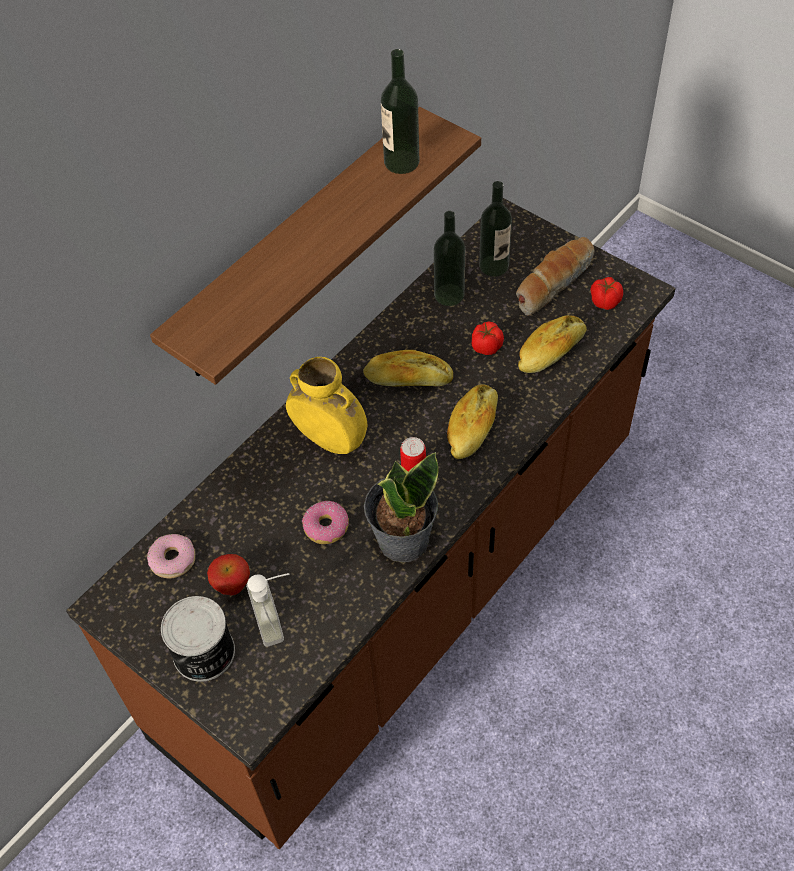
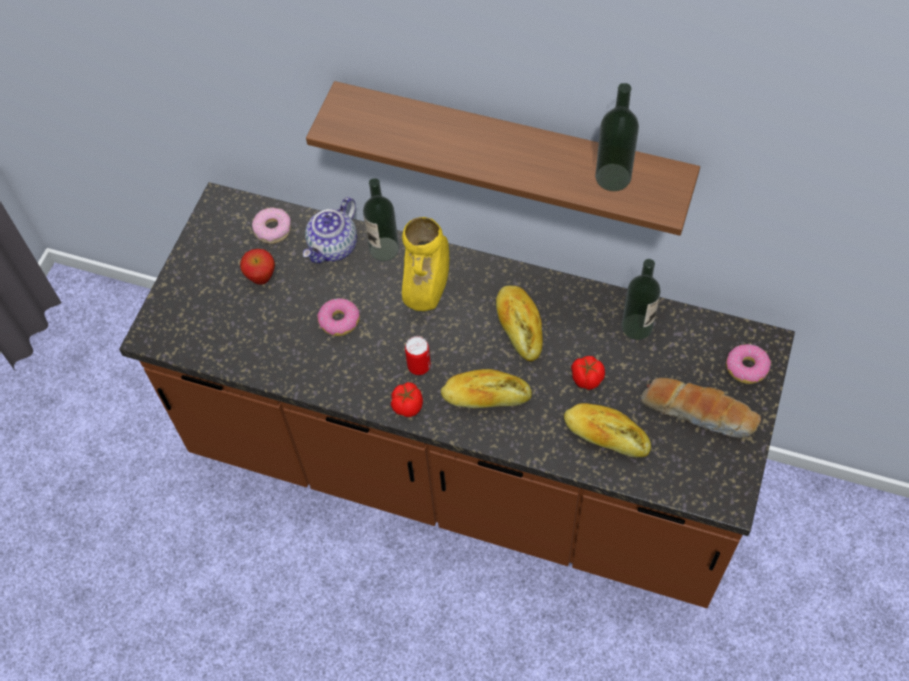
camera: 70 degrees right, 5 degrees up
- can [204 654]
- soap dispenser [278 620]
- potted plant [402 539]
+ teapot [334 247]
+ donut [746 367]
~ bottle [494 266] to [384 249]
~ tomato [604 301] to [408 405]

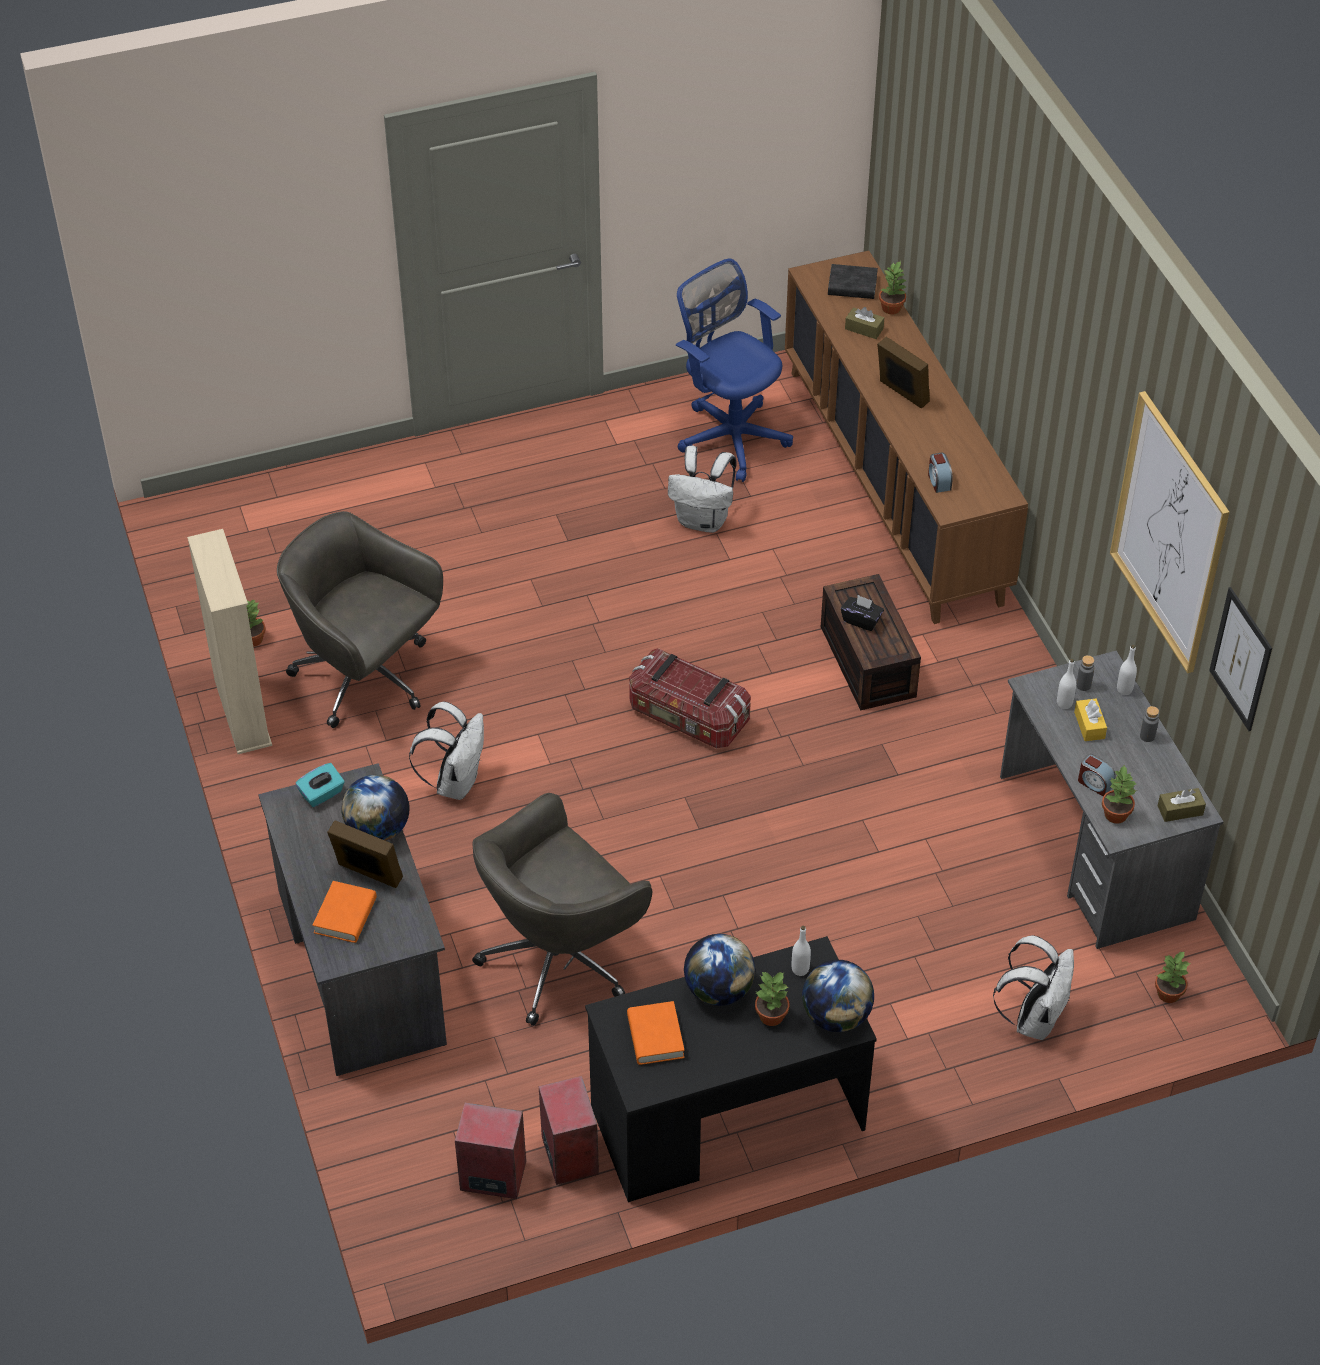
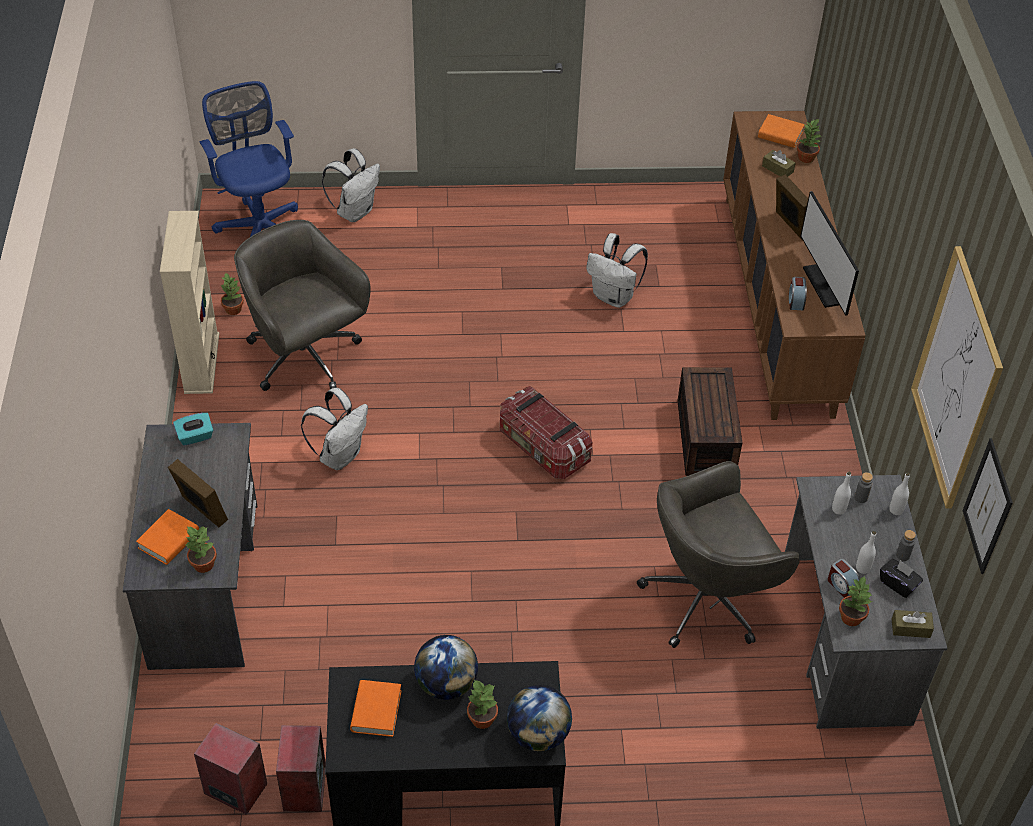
camera: 15 degrees right, 0 degrees up
- globe [378 829]
- tissue box in yellow [1089 725]
+ monitor [826 285]
~ office chair in grey [560 957] to [708 598]
~ office chair in blue [730 435] to [259 228]
~ bottle in white [800 969] to [862 568]
~ tissue box in black [861 620] to [898 584]
~ backpack in white [1034 1018] to [355 211]
~ potted plant [1168 994] to [203 564]
~ book in black [852 286] to book in orange [780 135]

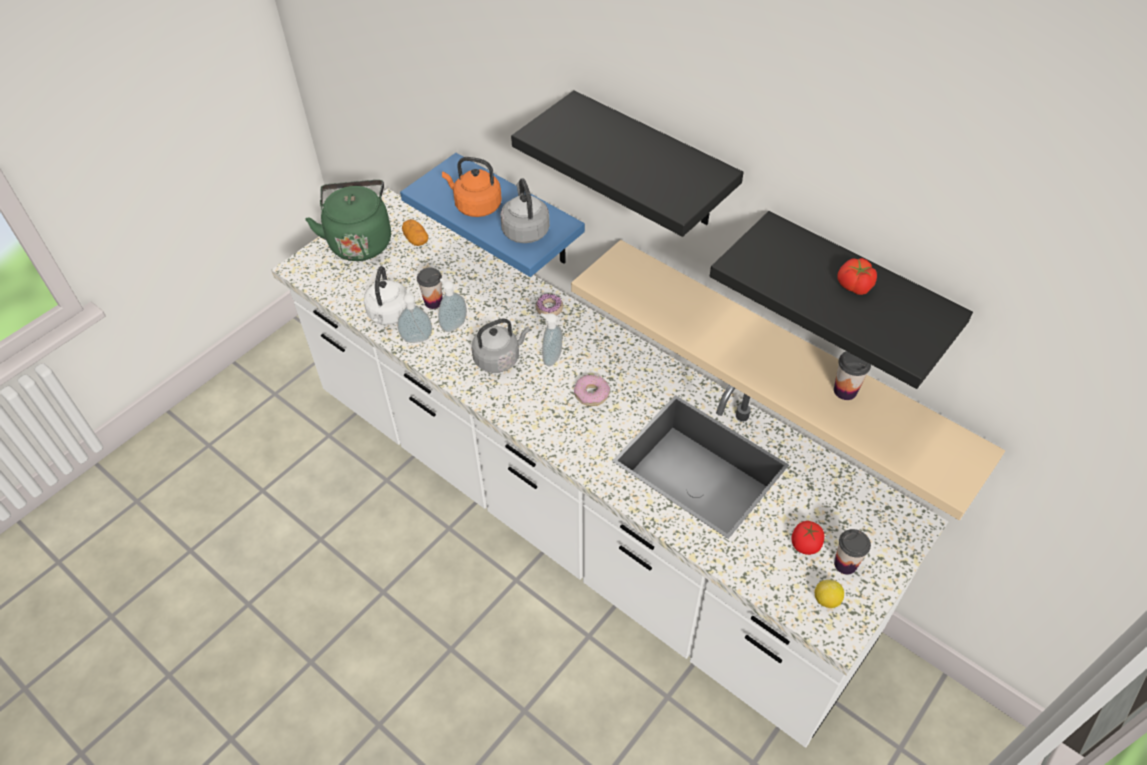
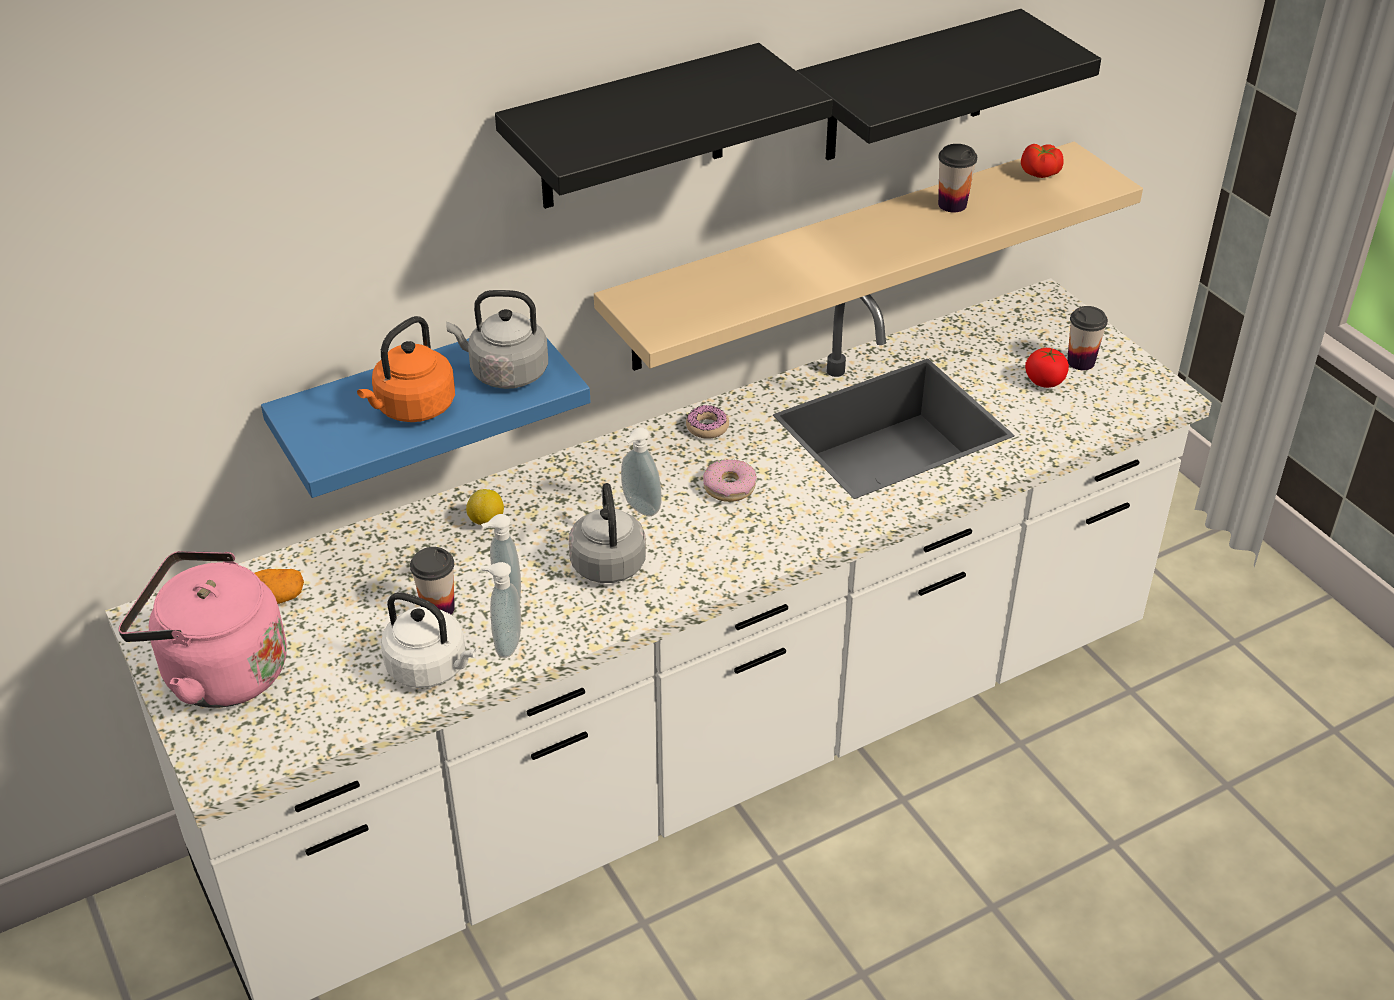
camera: 70 degrees left, 10 degrees down
~ donut [549 308] to [707 427]
~ lemon [826 600] to [487 521]
~ tomato [854 285] to [1040 173]
~ kettle in green [360 241] to kettle in pink [218 672]

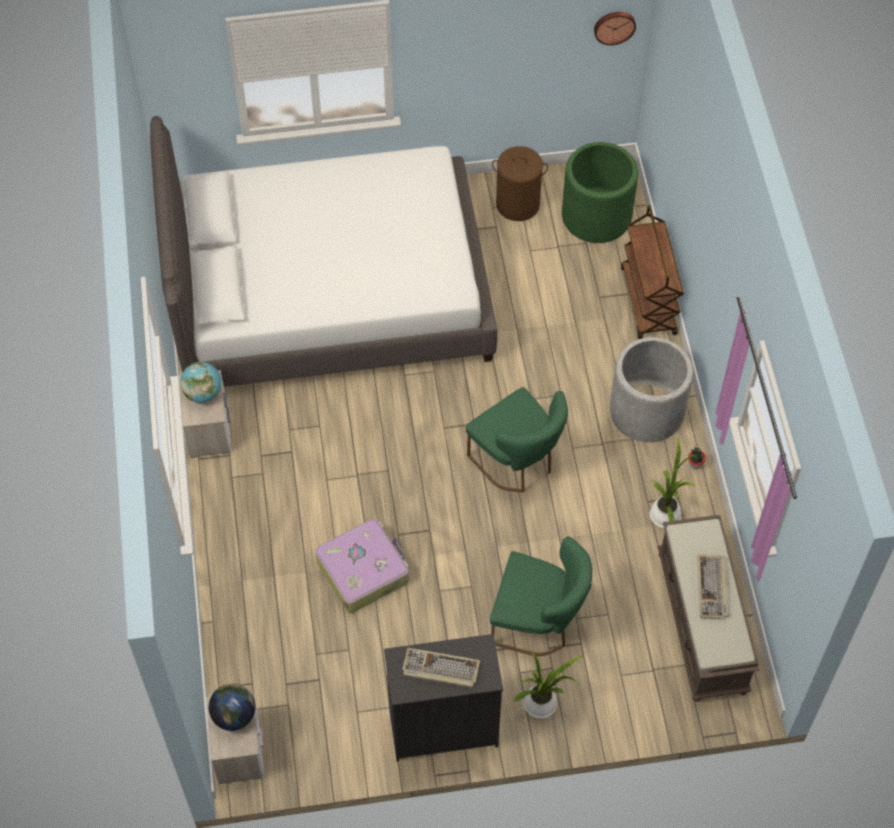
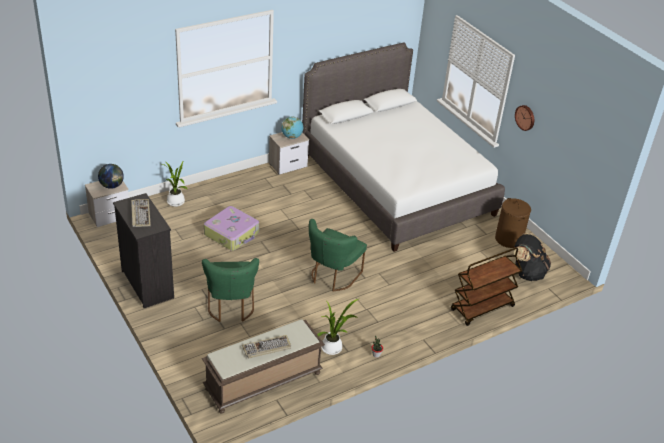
camera: 65 degrees right, 20 degrees down
- planter in grey [647 411]
~ potted plant [543 704] to [176 203]
~ wall clock [614 26] to [525 117]
~ planter in green [596 216] to backpack in black [527 273]

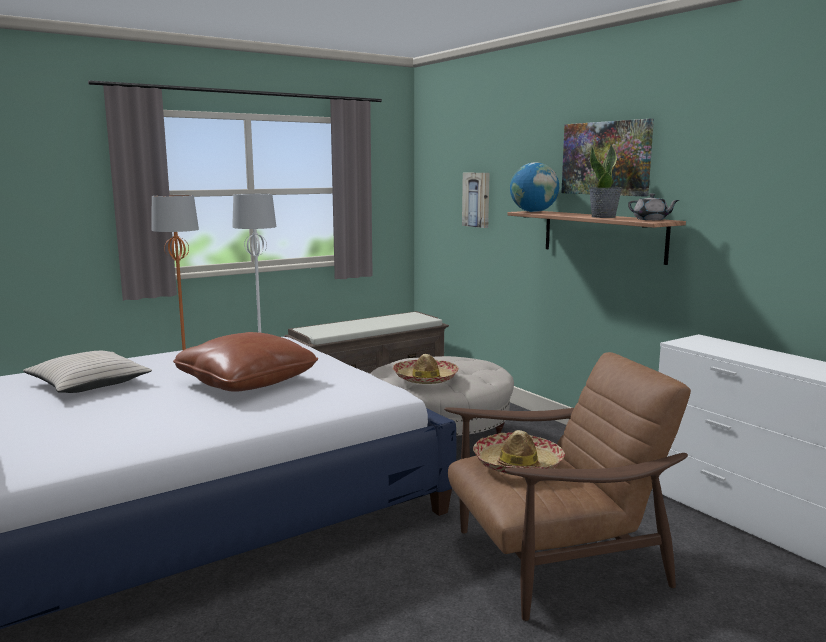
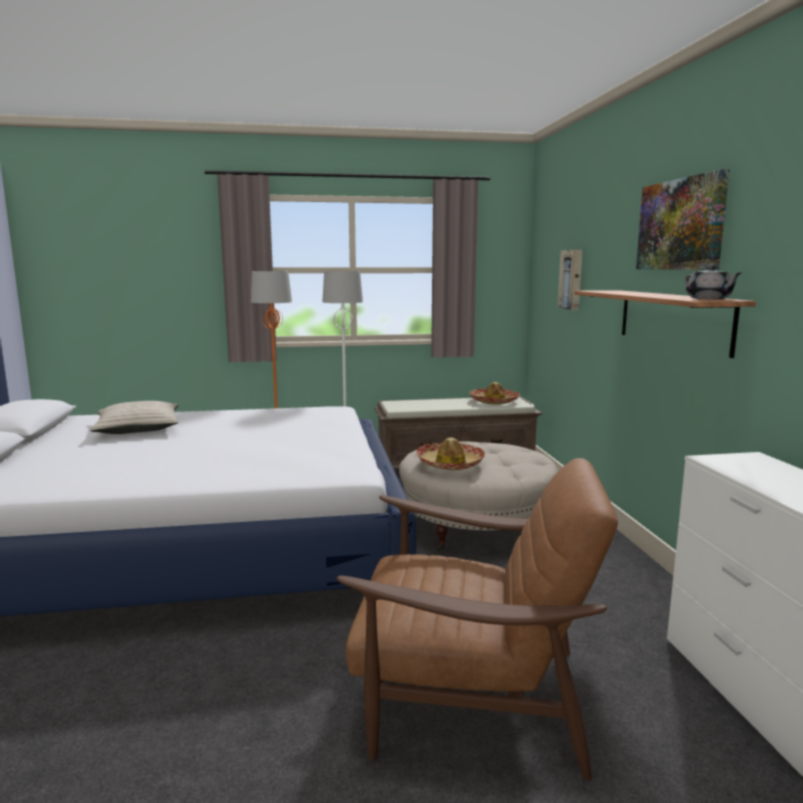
camera: 25 degrees right, 0 degrees up
- pillow in brown [247 382]
- globe [533 212]
- potted plant [603 217]
~ hat [518 464] to [494 401]

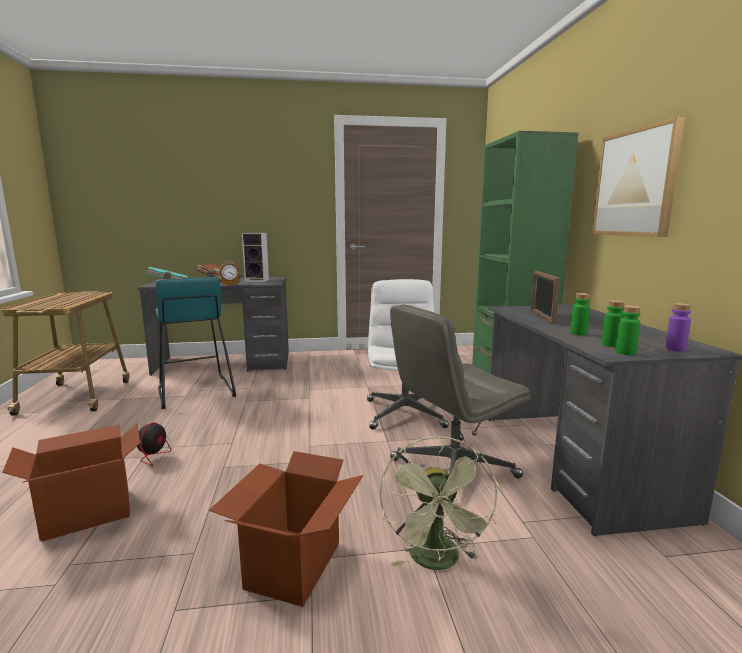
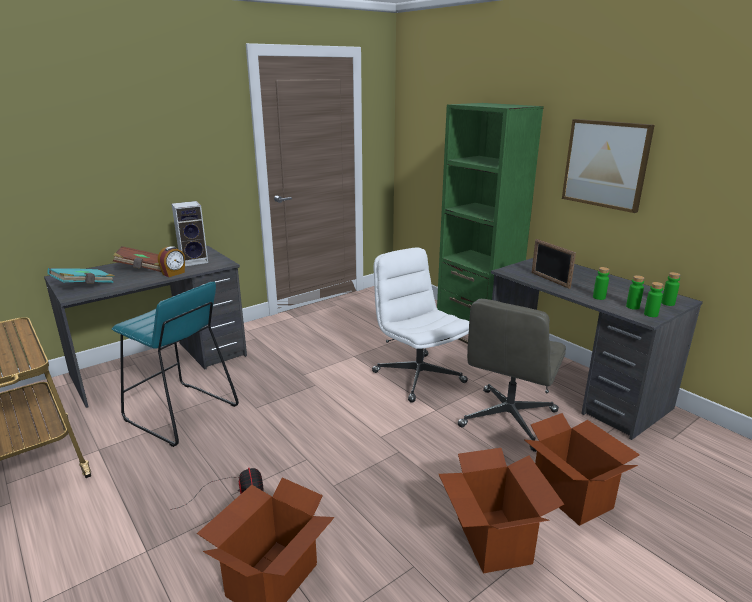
camera: 30 degrees left, 10 degrees up
~ fan in green [437 562] to cardboard box [572 495]
~ bottle in purple [675 349] to bottle in green [668 303]

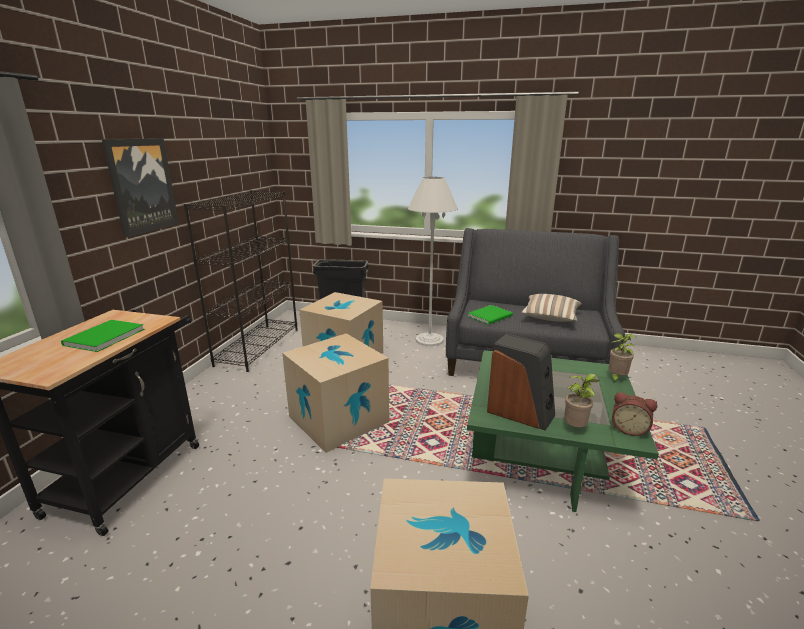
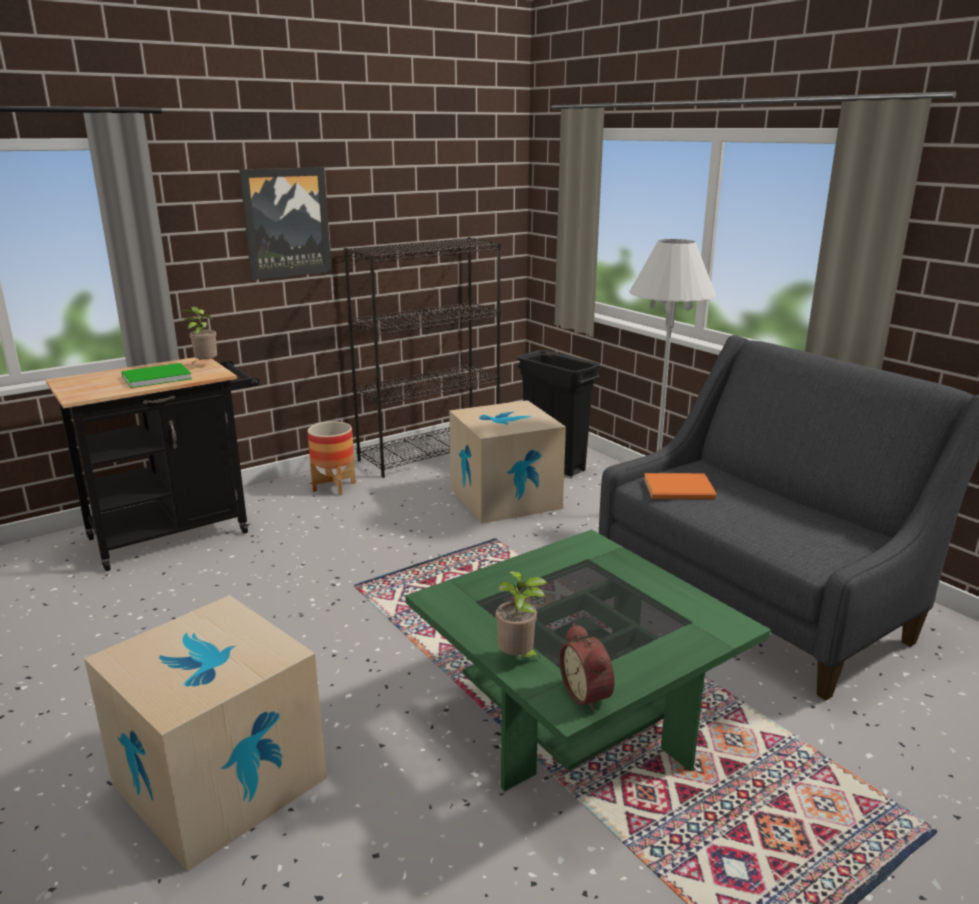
camera: 40 degrees right, 0 degrees up
- cardboard box [338 419]
- speaker [520 412]
- pillow [550 318]
+ planter [334 487]
~ potted plant [616 378] to [205 365]
~ book in green [491 316] to book in orange [681 489]

